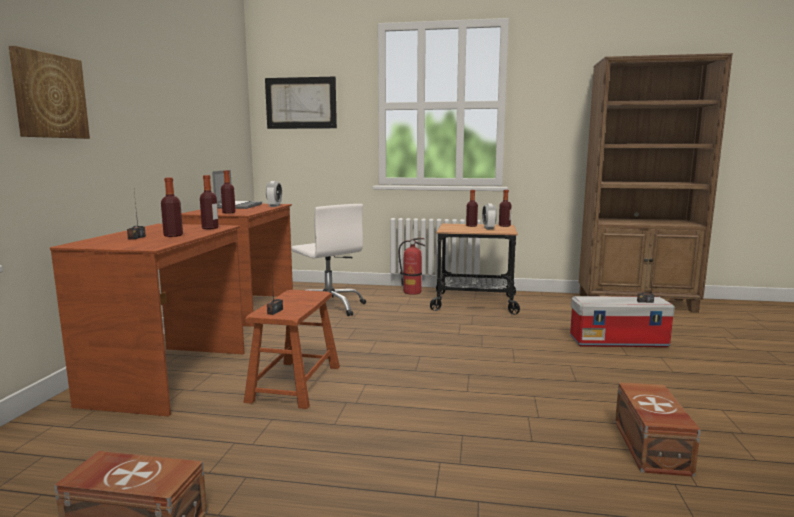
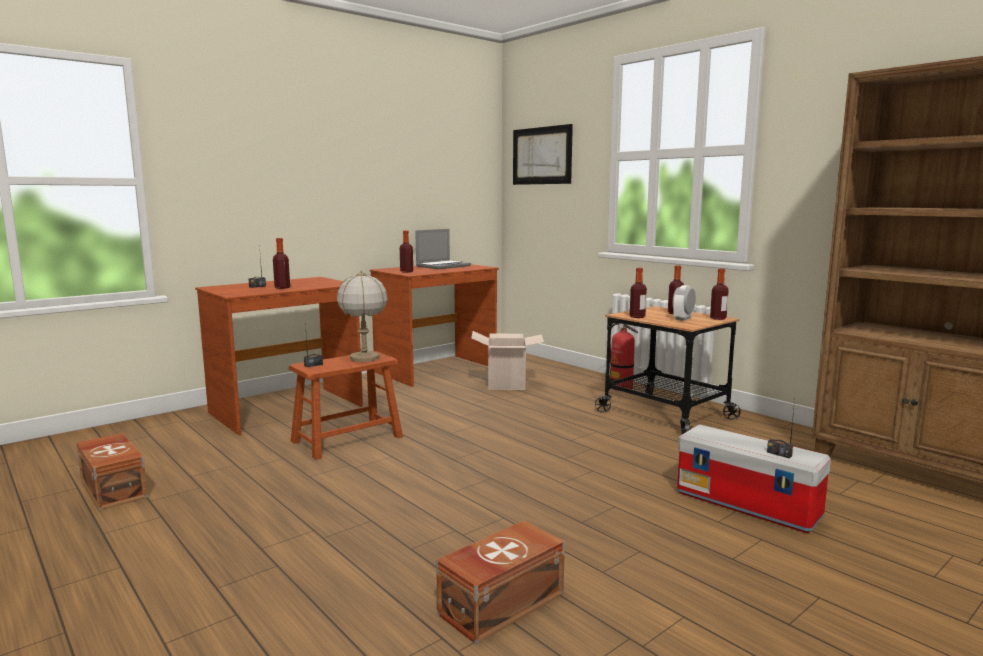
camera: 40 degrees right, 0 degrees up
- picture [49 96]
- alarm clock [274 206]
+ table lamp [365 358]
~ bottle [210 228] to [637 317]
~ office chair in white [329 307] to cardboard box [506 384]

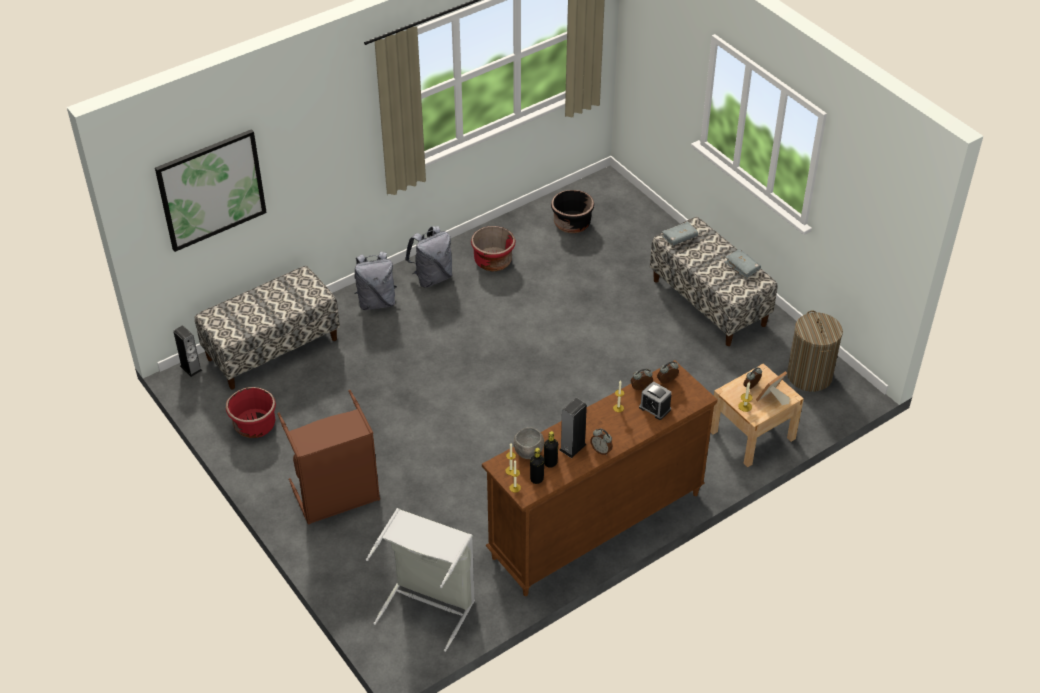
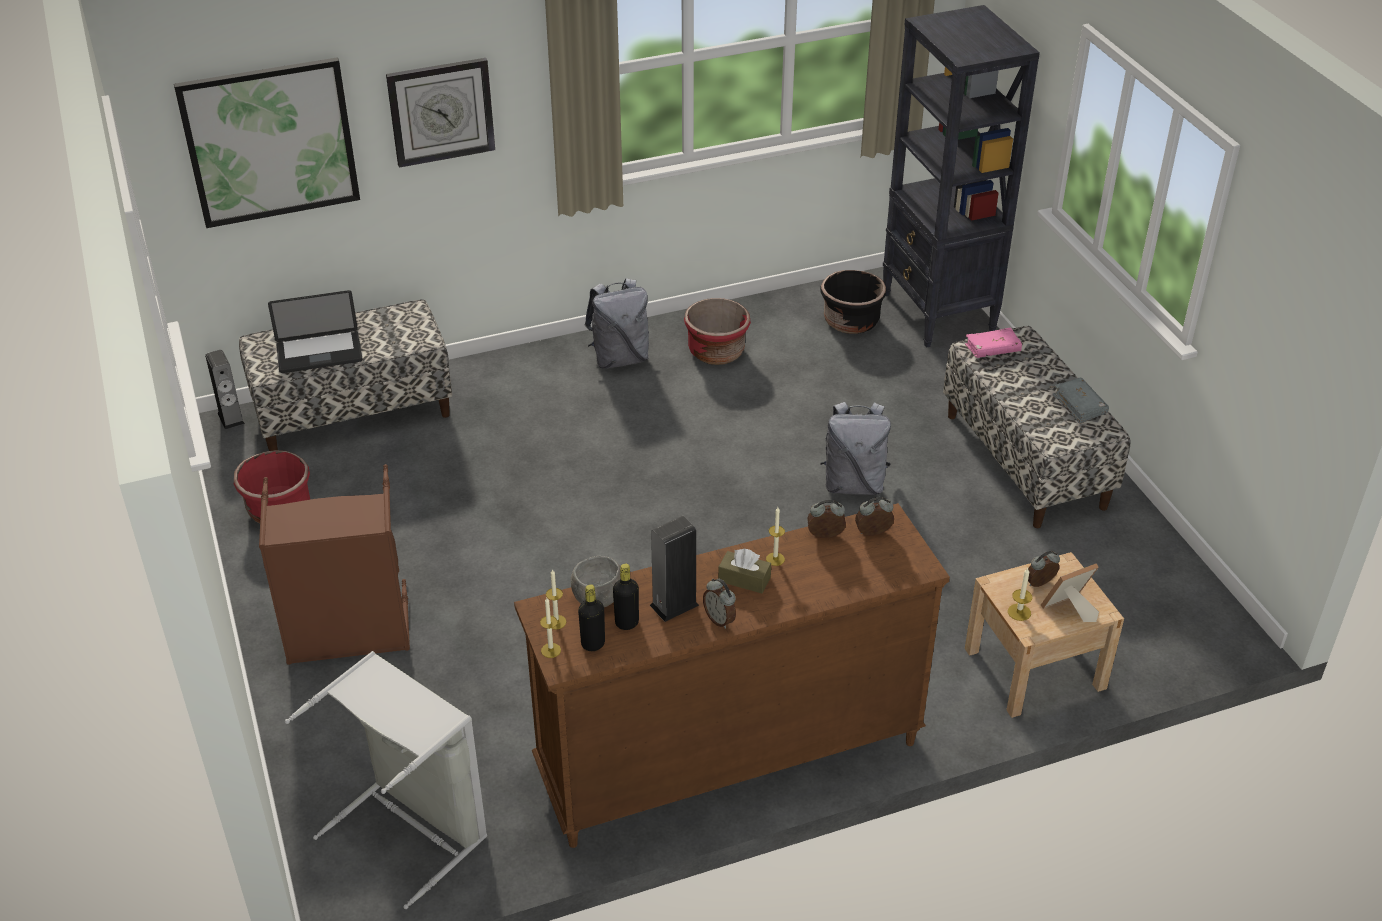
camera: 15 degrees right, 5 degrees down
- alarm clock [655 408]
- laundry basket [809 375]
+ laptop [319 353]
+ wall clock [441 111]
+ tissue box in brown [744 579]
+ bookcase in black [938 313]
~ backpack in grey [376 302] to [853 484]
~ book in grey [679 237] to book in pink [992 349]

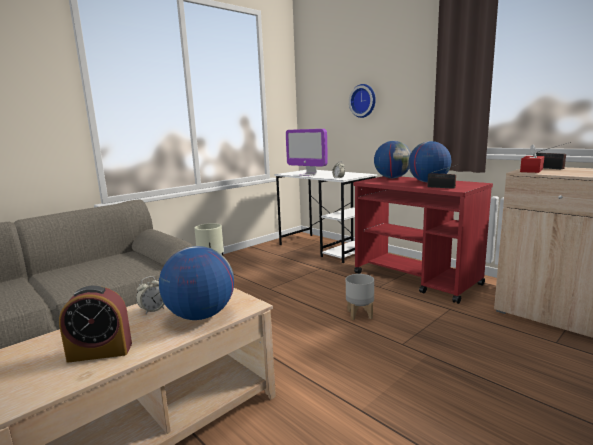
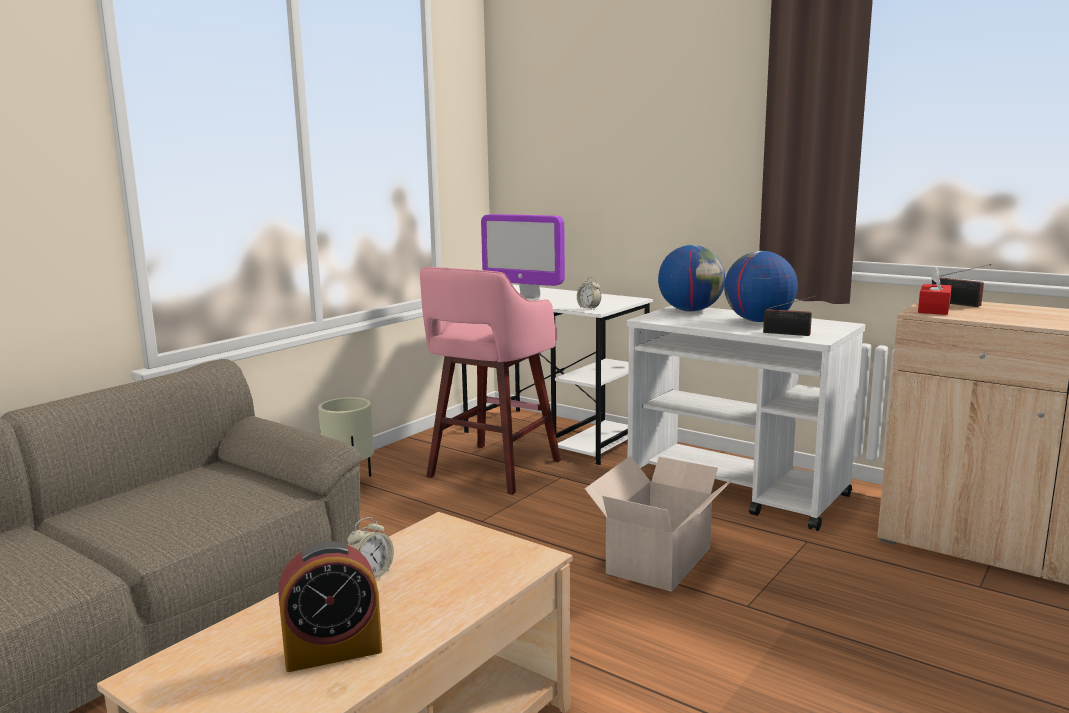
camera: 10 degrees left, 0 degrees up
- globe [200 315]
- wall clock [363 101]
+ stool in pink [492 470]
~ planter in grey [360 314] to cardboard box [661 559]
~ cart in red [417 279] to cart in white [738 490]

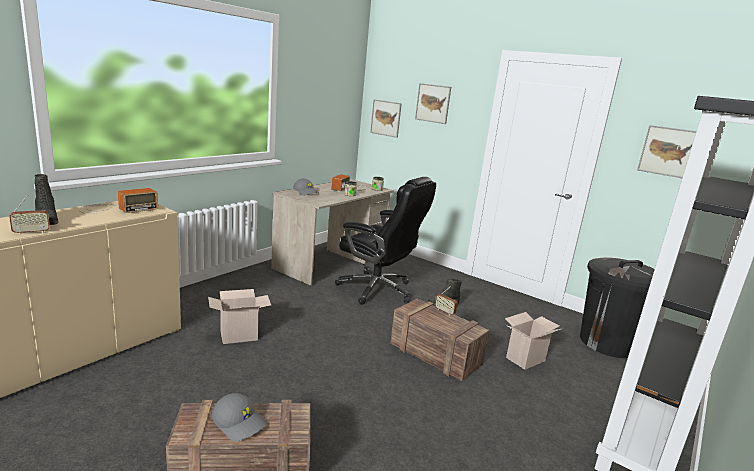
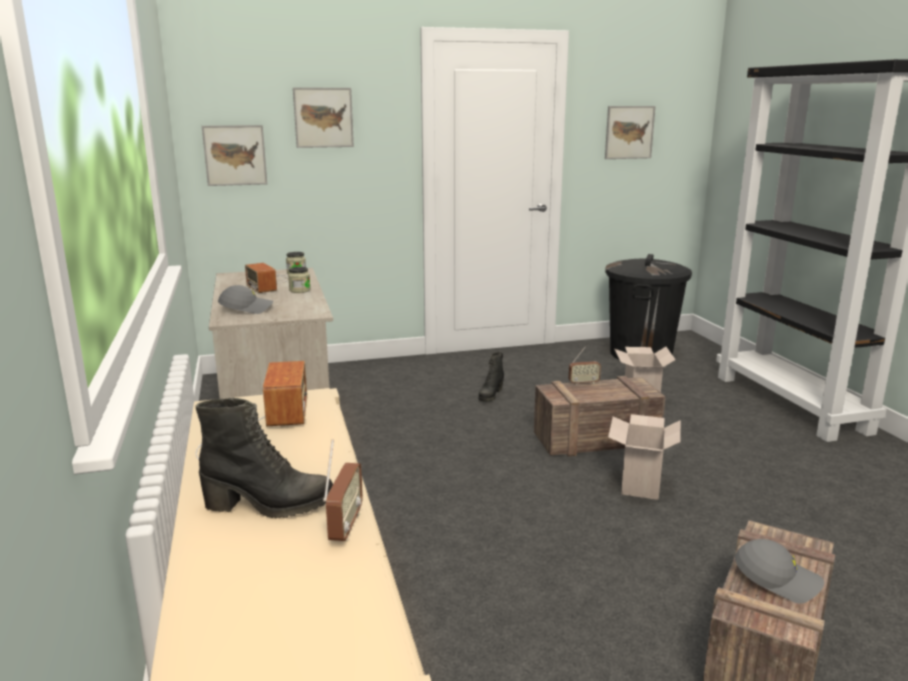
camera: 50 degrees left, 0 degrees up
- office chair in black [377 290]
~ cardboard box [240 335] to [639 483]
~ cap in grey [240 422] = [777 579] 45 degrees clockwise

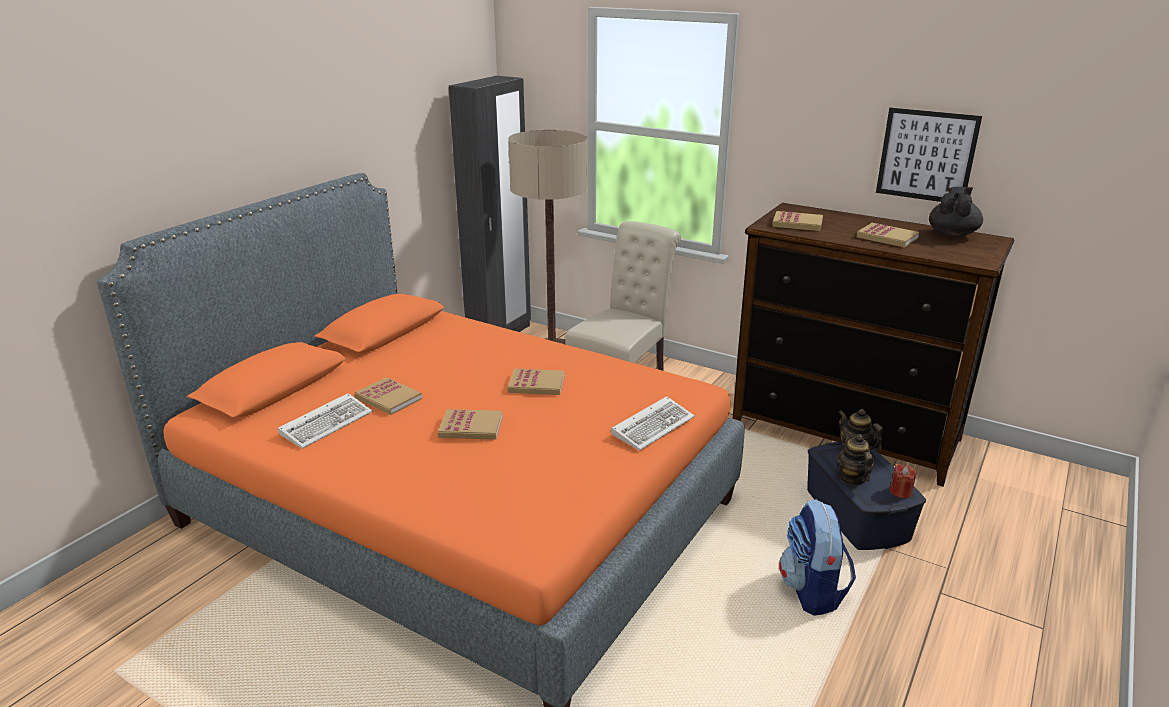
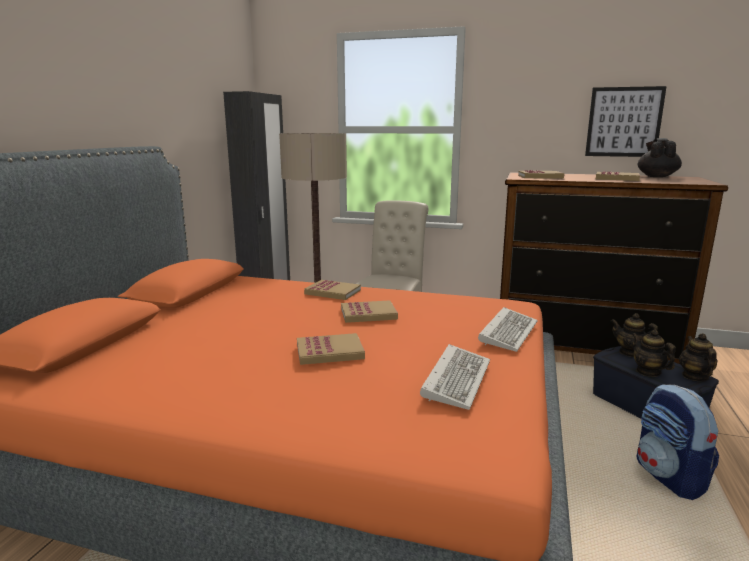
camera: 15 degrees left, 10 degrees down
~ keyboard [327 423] to [456 378]
~ book [388 398] to [332 292]
~ candle in red [900 492] to teapot [694 376]

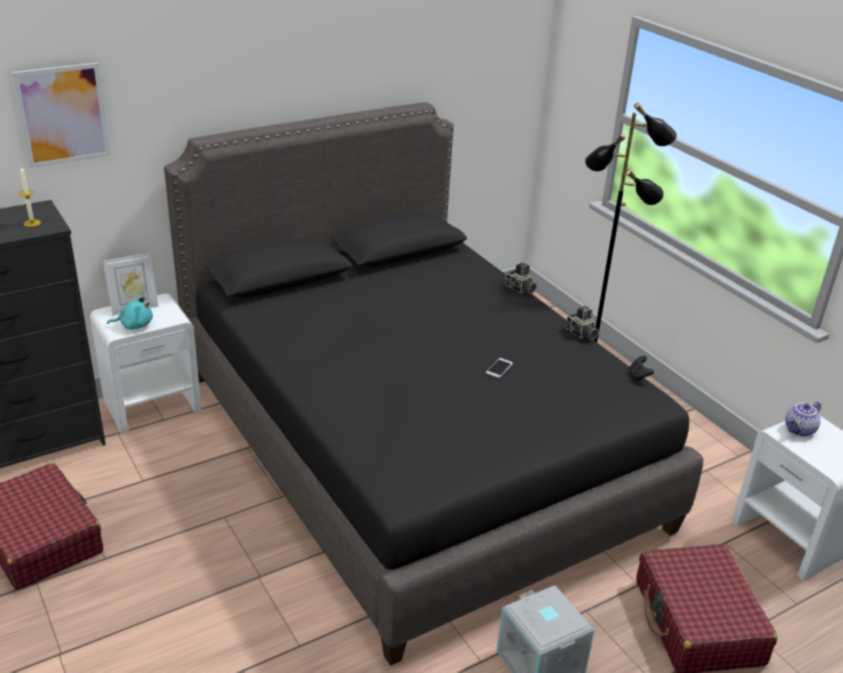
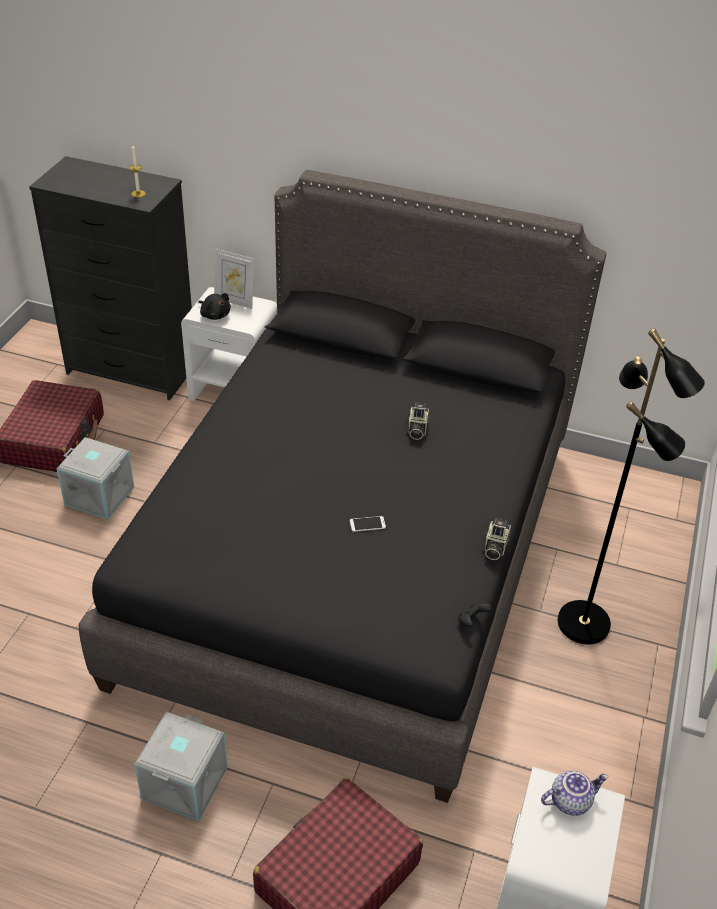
camera: 50 degrees right, 10 degrees up
- picture [63 115]
+ storage box in grey [100 495]
~ photo camera [520 289] to [416 429]
~ plush toy in turquoise [134 325] to plush toy in black [214 315]
~ teapot [800 430] = [570 800] 150 degrees clockwise

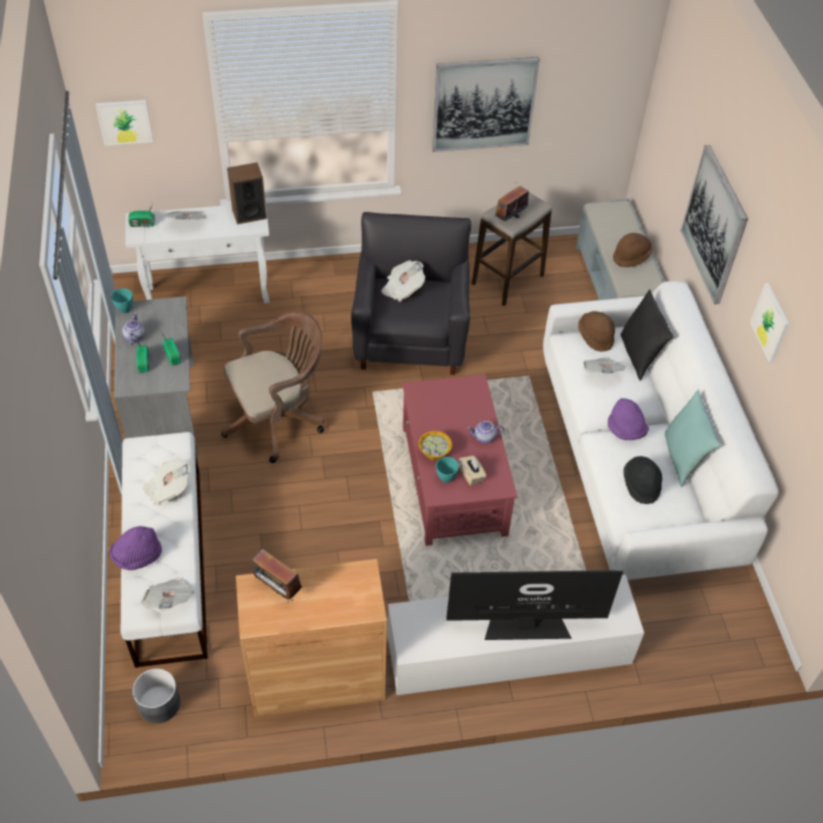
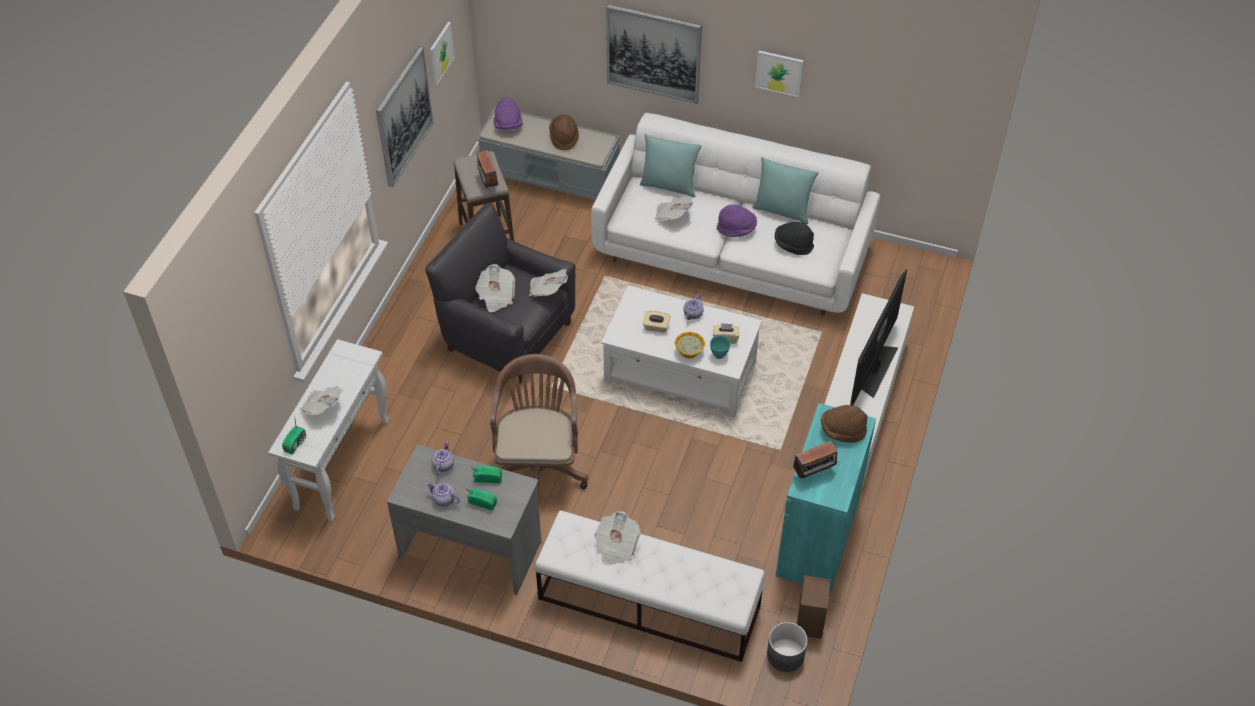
camera: 60 degrees left, 0 degrees up
- bowl in turquoise [125 310]
+ teapot [443 465]
+ tissue box in beige [656 327]
~ picture [125 122] to [441 53]
~ hat in purple [137 556] to [508 125]
~ newspaper [170 600] to [547 290]
~ speaker [249 214] to [809 622]
~ hat in brown [595 337] to [842 431]
~ cabinet in brown [317 678] to cabinet in turquoise [818 538]
~ coffee table in red [453 480] to coffee table in white [681 372]
~ pillow in black [639 356] to pillow in turquoise [669 185]

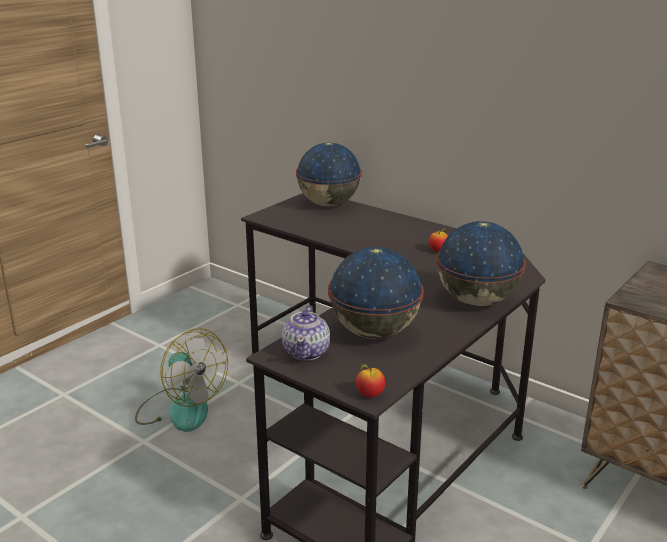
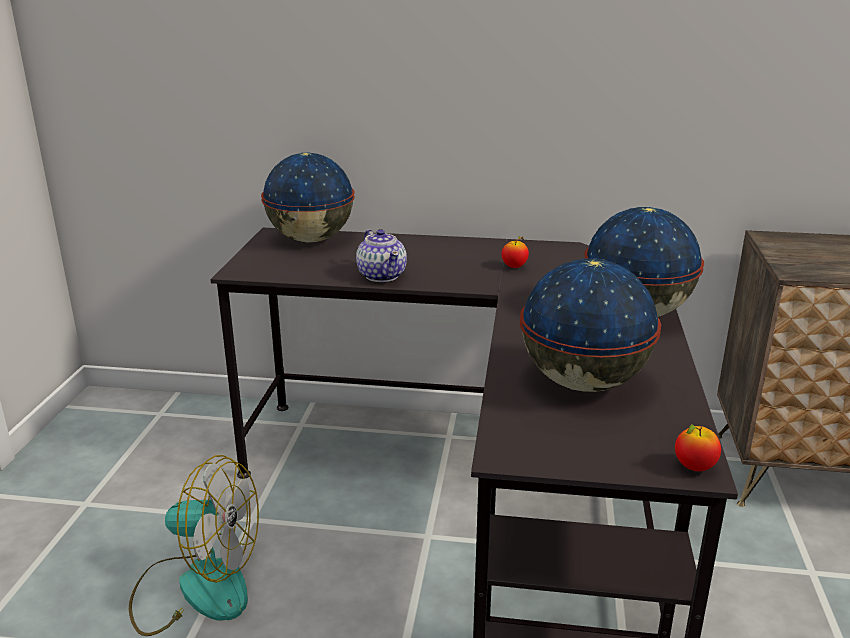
camera: 30 degrees left, 0 degrees up
~ teapot [307 352] to [382 275]

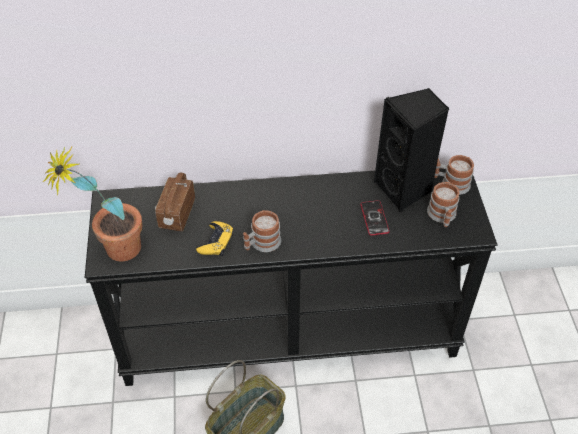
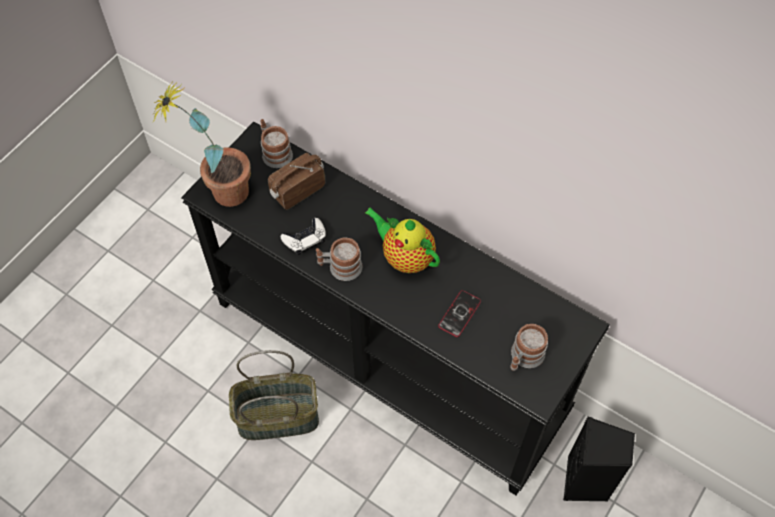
camera: 40 degrees right, 10 degrees up
+ teapot [405 257]
~ speaker in black [404 191] to [586 482]
~ mug [450 183] to [274 152]
~ game controller in yellow [216 242] to game controller in white [305 238]

